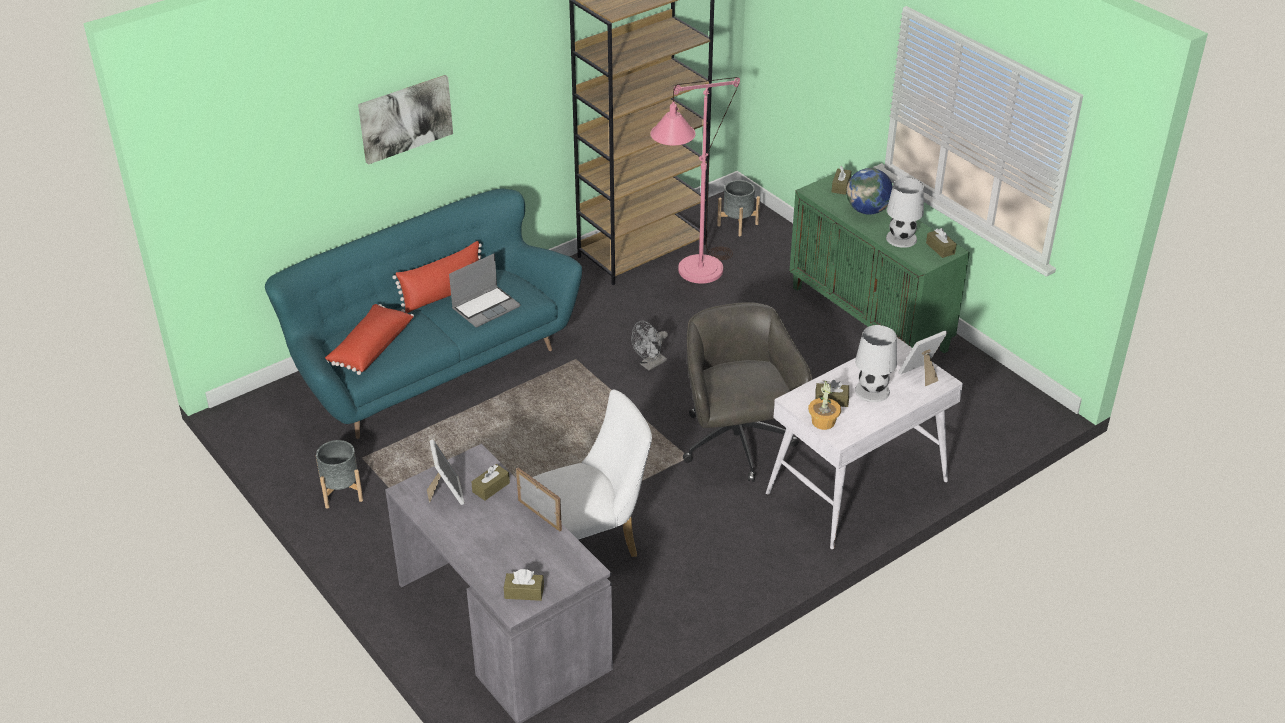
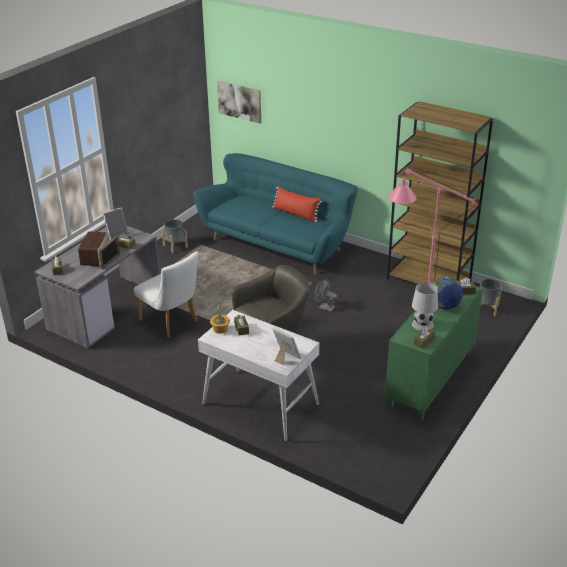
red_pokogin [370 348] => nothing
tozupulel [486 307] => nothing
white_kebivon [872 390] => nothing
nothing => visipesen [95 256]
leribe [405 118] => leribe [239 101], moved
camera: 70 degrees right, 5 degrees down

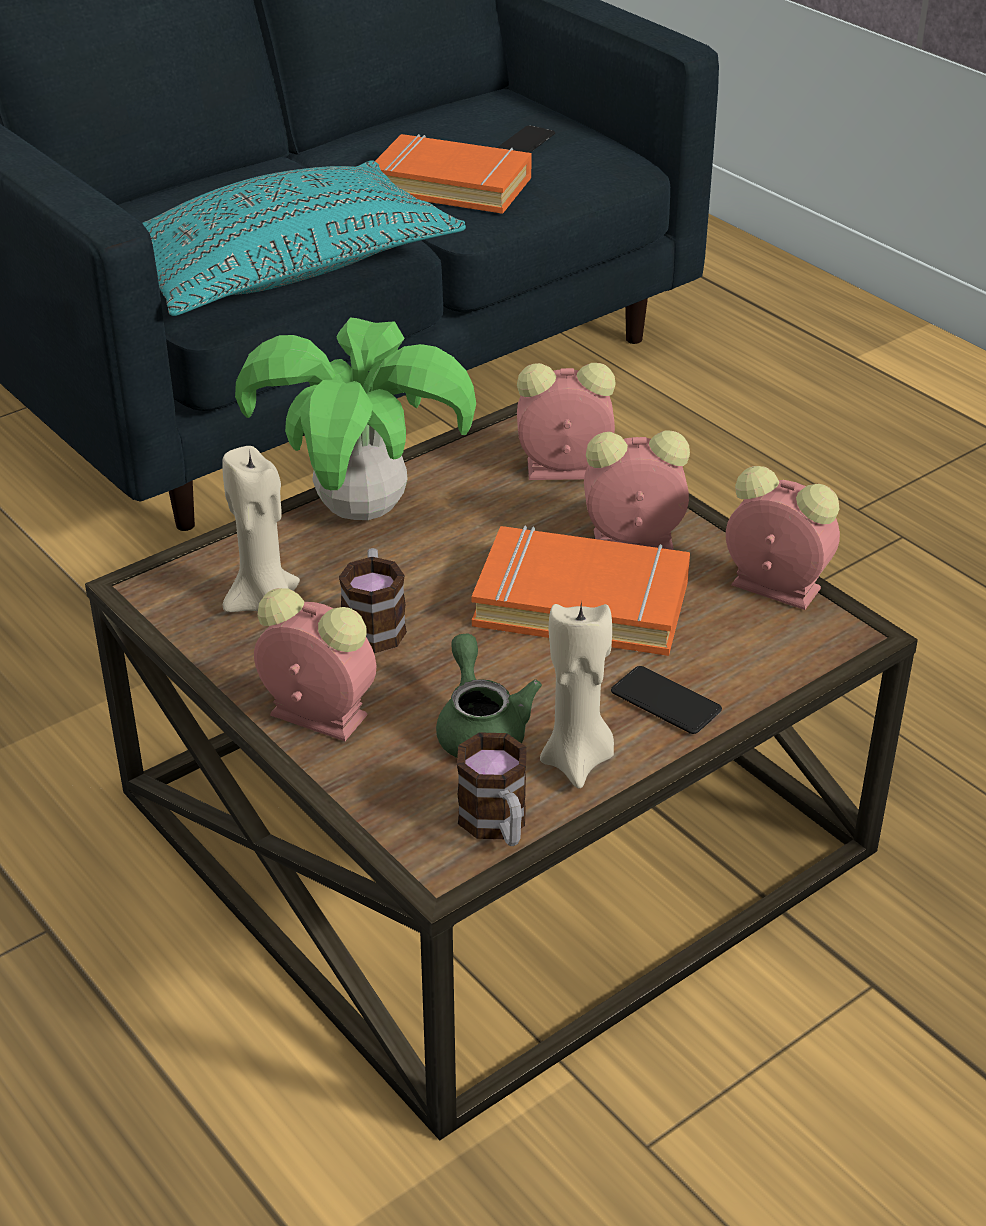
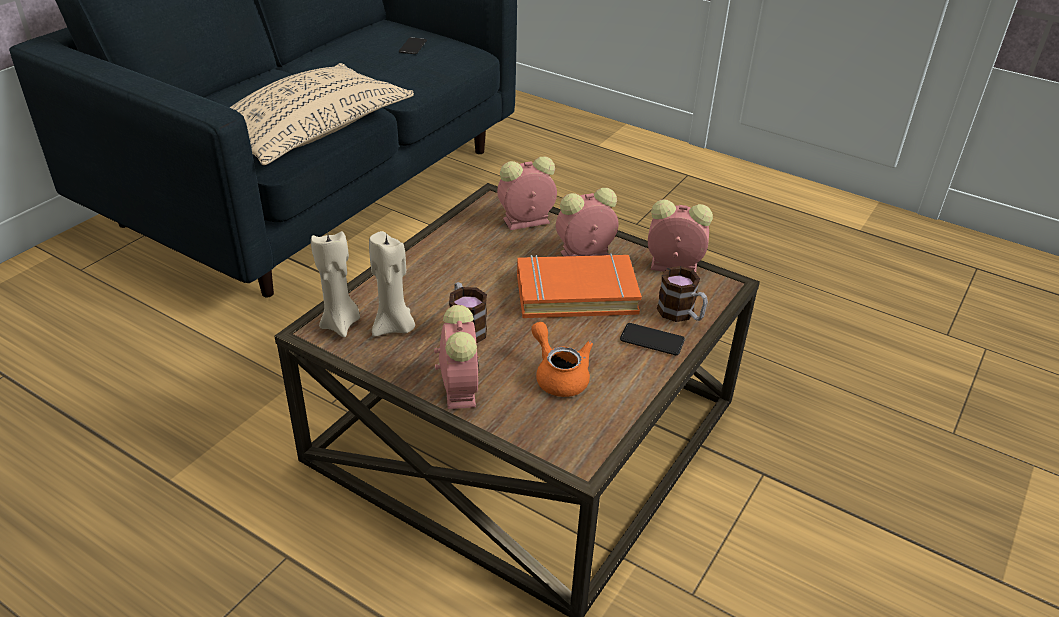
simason [362 509] => nothing
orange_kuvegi [451 185] => nothing
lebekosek [497 826] => lebekosek [681 314], moved
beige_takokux [578 761] => beige_takokux [341 324], moved
turquoise_pokogin [284 272] => beige_pokogin [310 133]
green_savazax [480 728] => orange_savazax [559 375]
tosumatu [314 714] => tosumatu [459 387], 75 degrees clockwise
camera: 20 degrees left, 0 degrees up

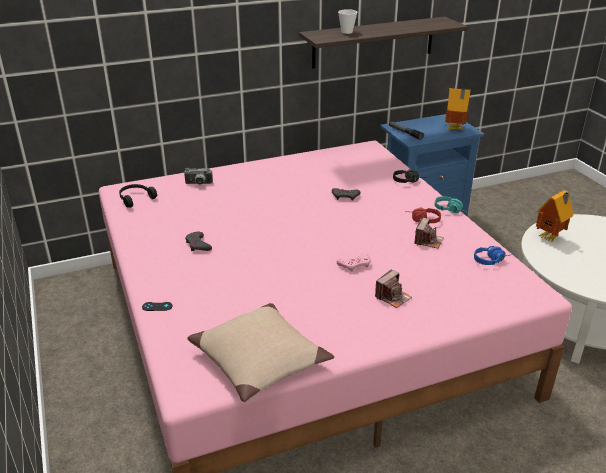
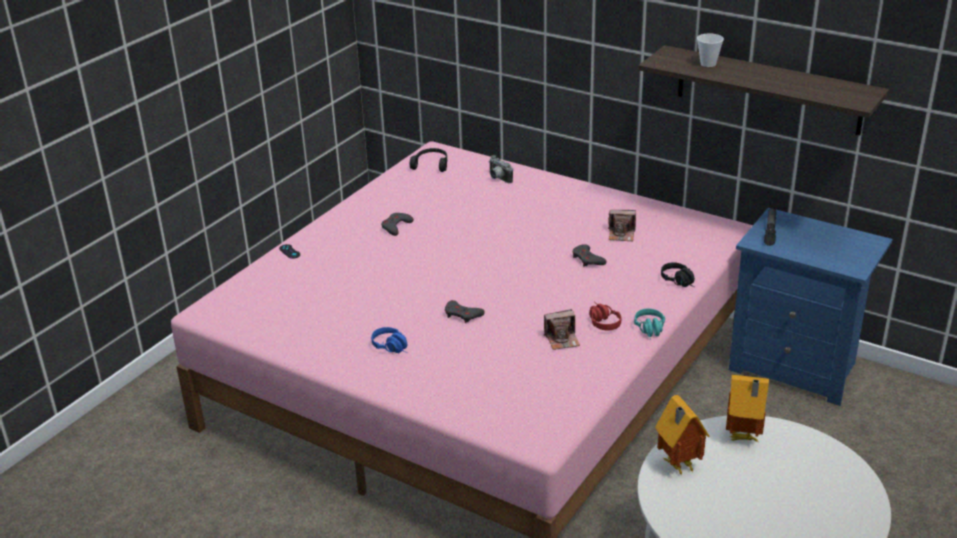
beige_pokogin [260 360] => nothing
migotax [393 297] => migotax [621 234], moved
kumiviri [455 129] => kumiviri [677 466], moved
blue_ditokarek [492 260] => blue_ditokarek [393 348], moved
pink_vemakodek [355 264] => grey_vemakodek [462 315]
camera: 55 degrees right, 0 degrees up

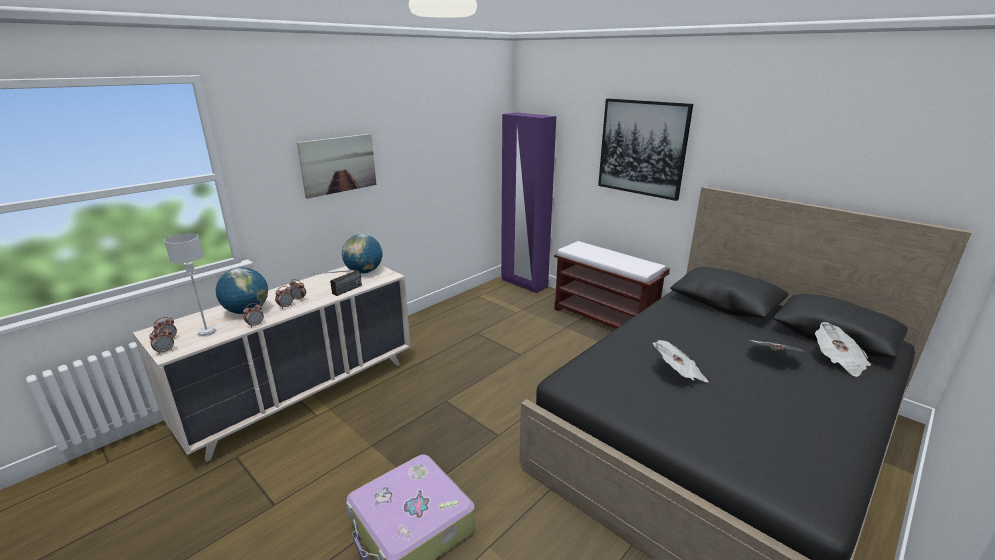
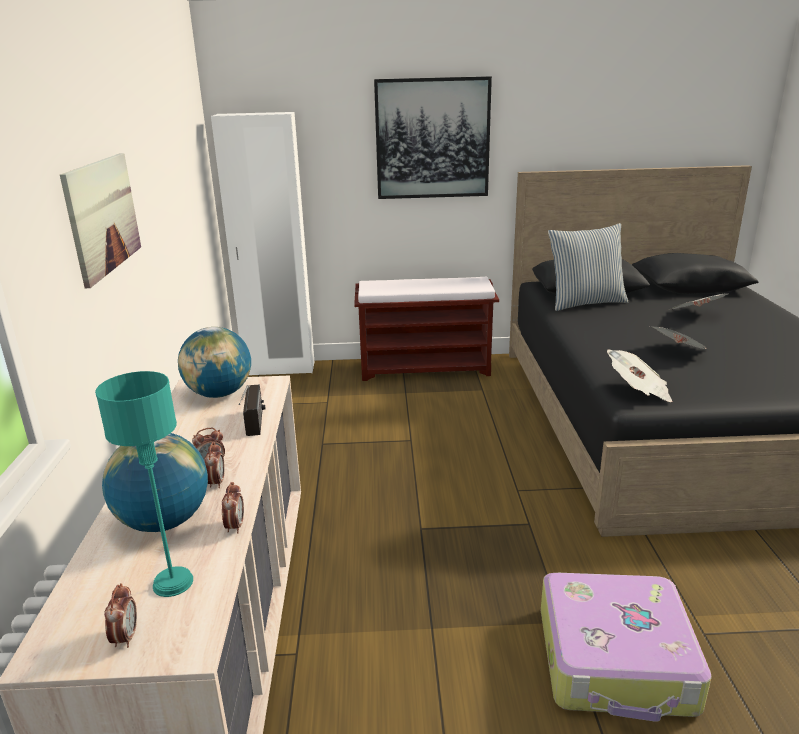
tosumatu [165 351] => nothing
nothing => pokogin [585 303]
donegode [838 361] => donegode [638 391], moved
grey_kebivon [207 332] => turquoise_kebivon [174 582]
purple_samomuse [524 283] => white_samomuse [279 369]
camera: 45 degrees left, 0 degrees up

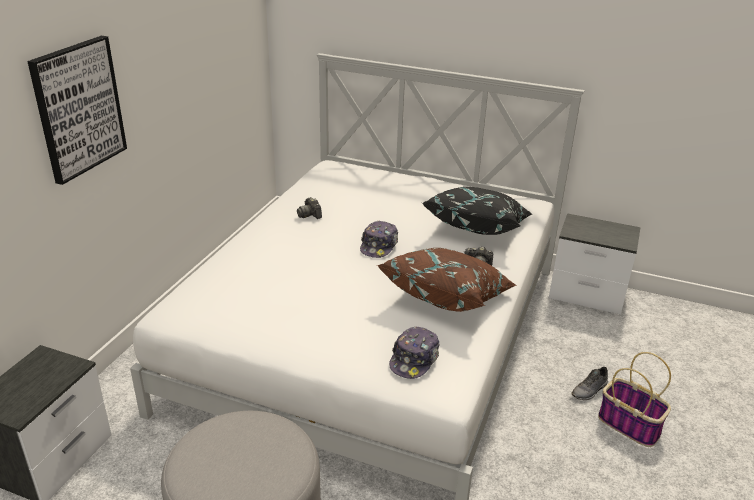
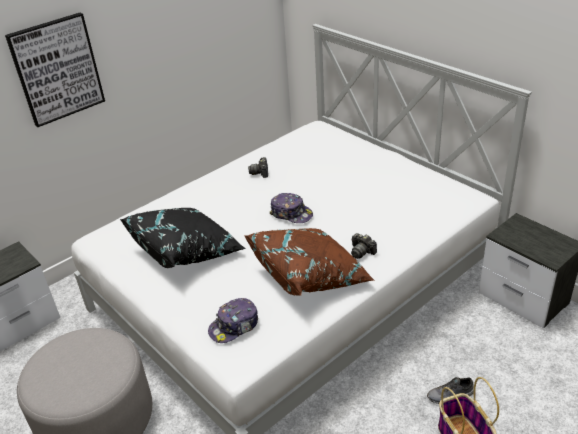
black_pokogin [478 227] => black_pokogin [187 251], moved
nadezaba [379 246] => nadezaba [291 214], 105 degrees counterclockwise
camera: 30 degrees right, 5 degrees up

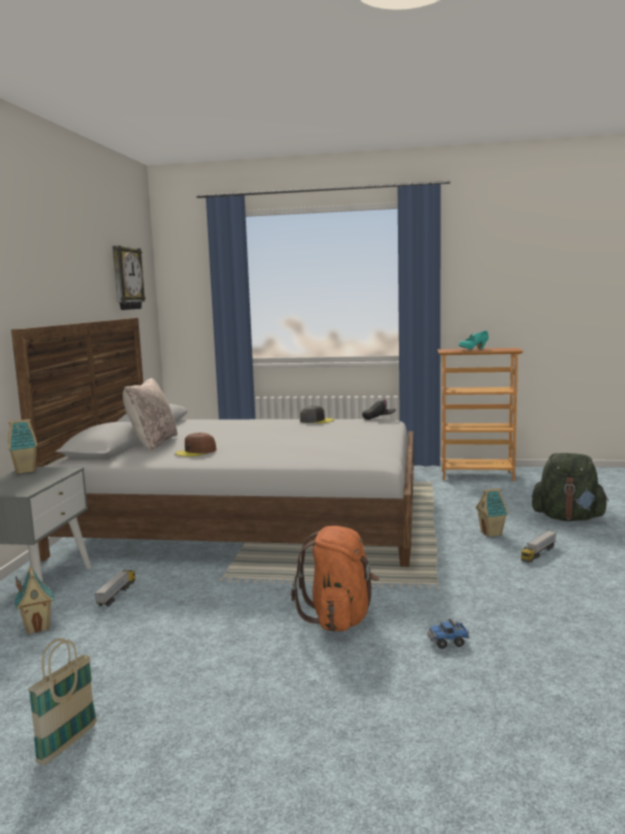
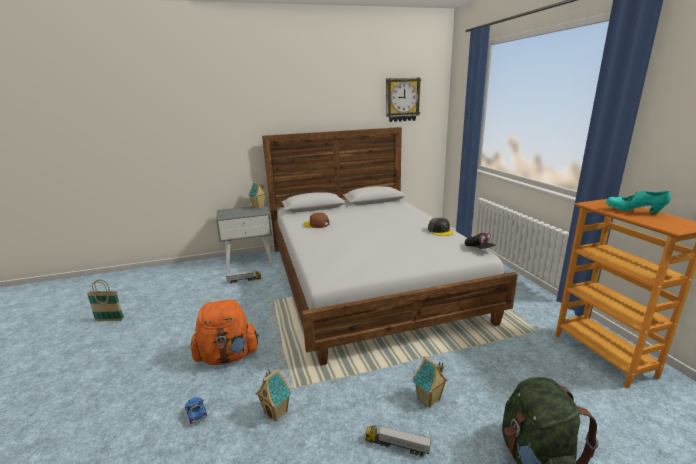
beige_pokogin [152 443] => nothing
kumiviri [38 627] => kumiviri [277 412], moved
camera: 65 degrees right, 10 degrees up

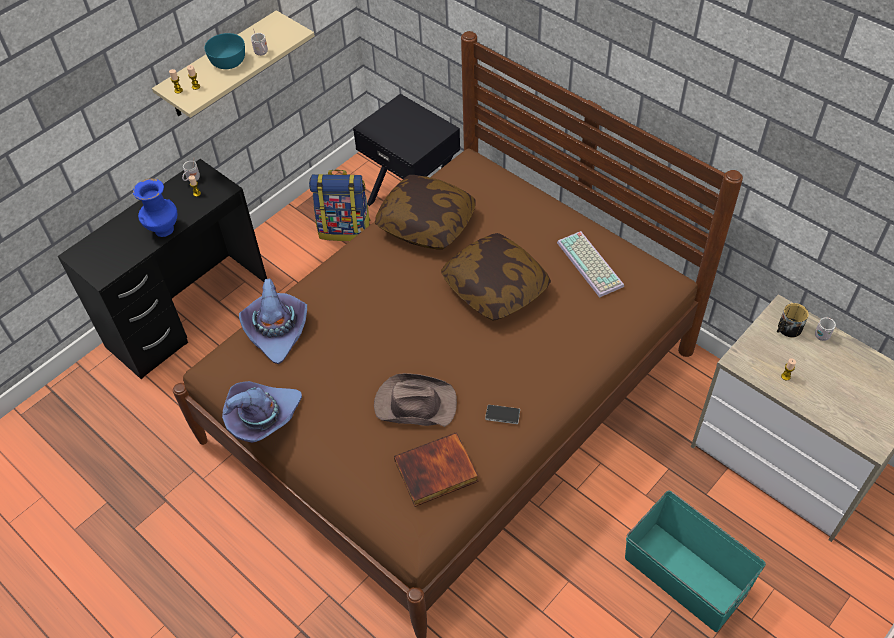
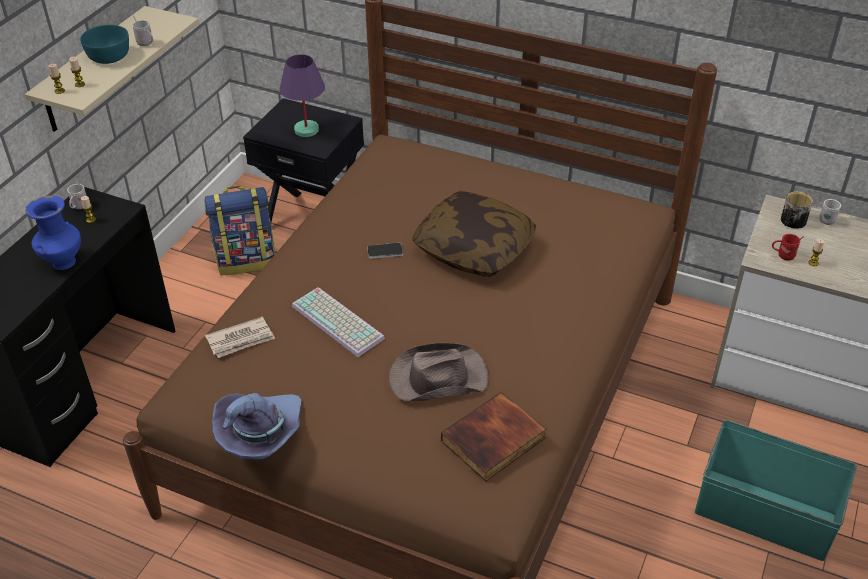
pokogin [426 223] => nothing
nothing => purple_kebivon [307 130]
nothing => red_lebekosek [783 256]
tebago [502 415] => tebago [385 251], moved
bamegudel [591 264] => bamegudel [340 322], moved
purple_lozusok [277 329] => donegode [241 340]
camera: 20 degrees left, 10 degrees down

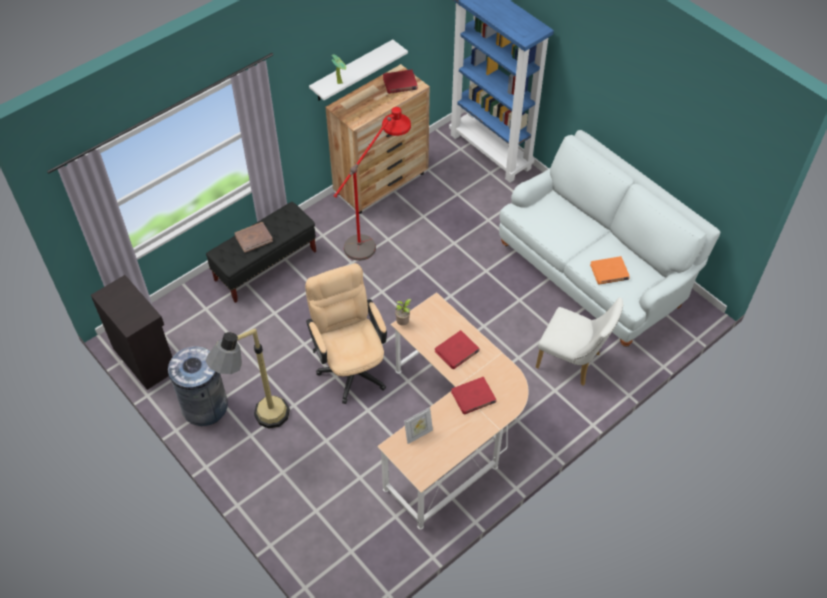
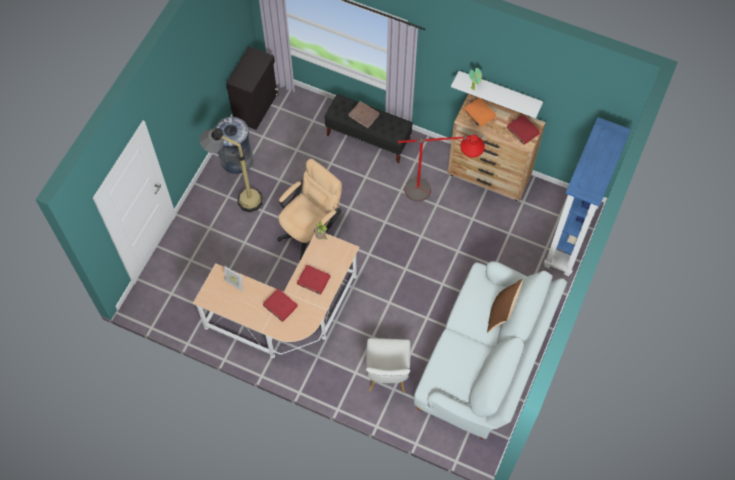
nothing => brown_pokogin [502 314]
orange_kuvegi [609 272] => orange_kuvegi [479 113], moved
camera: 65 degrees right, 10 degrees up

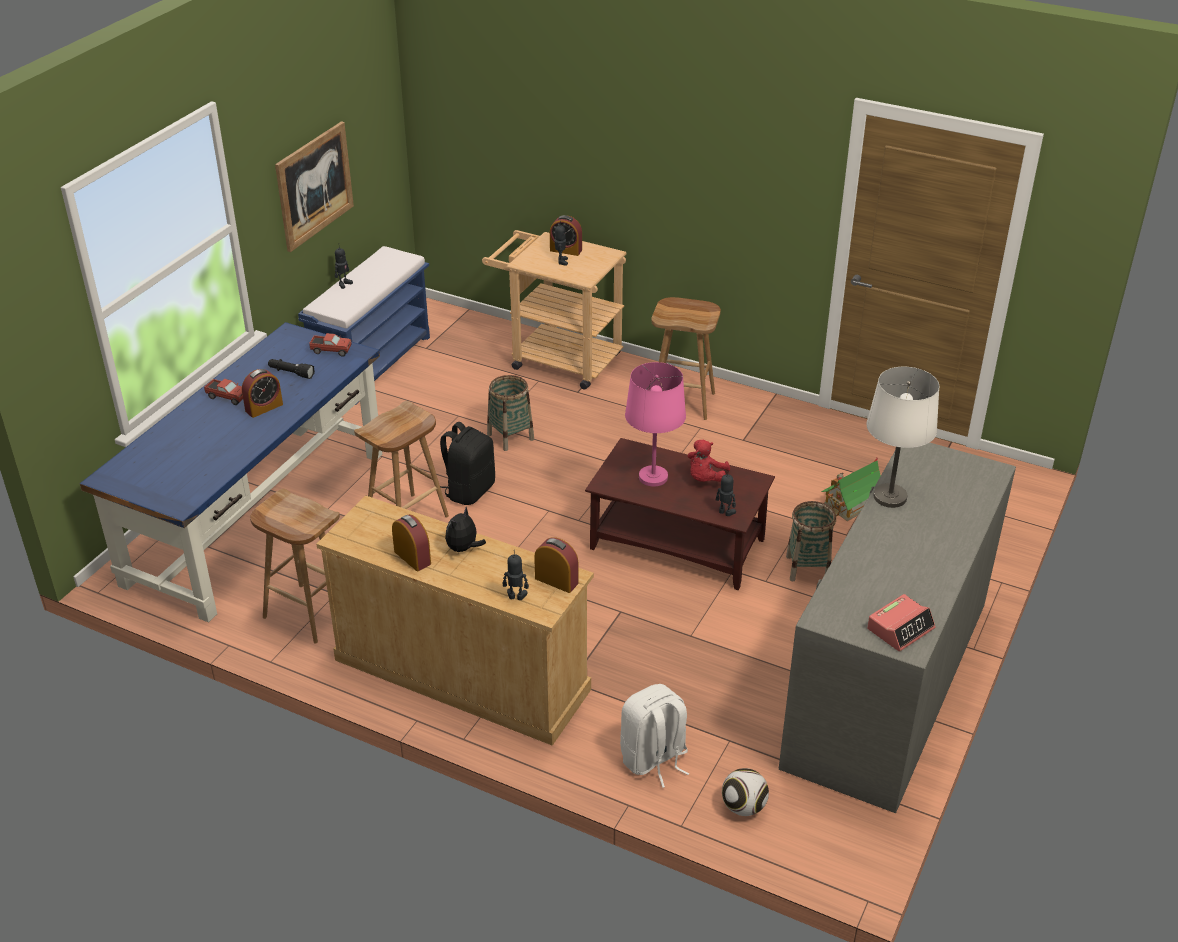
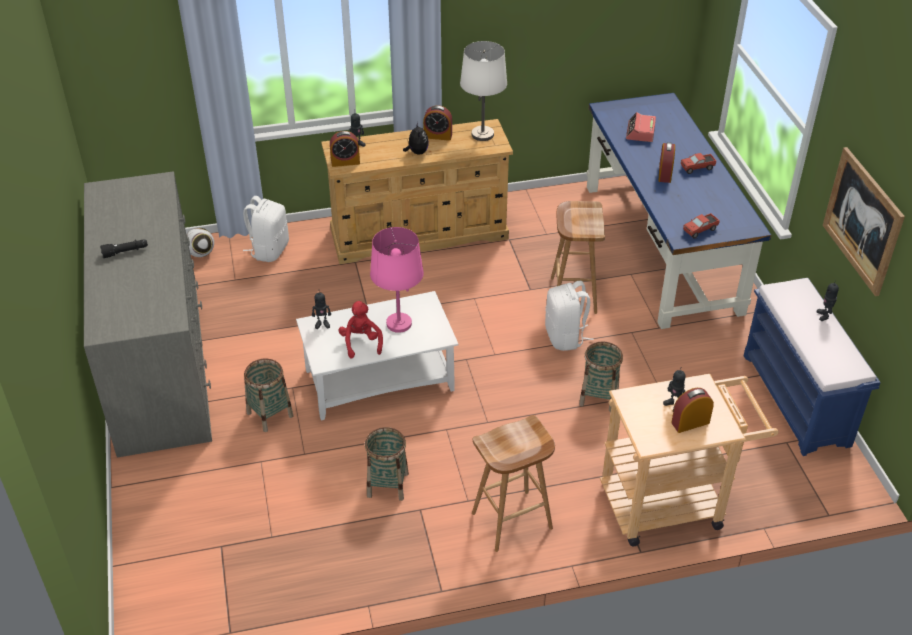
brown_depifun [306 613] => nothing
kumiviri [853 503] => nothing
nothing => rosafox [387 485]
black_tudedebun [291 373] => black_tudedebun [125 252], moved
white_kebivon [890 497] => white_kebivon [482 134], moved
tosumatu [900 628] => tosumatu [640 132], moved
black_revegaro [469 490] => white_revegaro [565 337]
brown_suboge [675 544] => white_suboge [380 379]
camera: 140 degrees right, 5 degrees up

